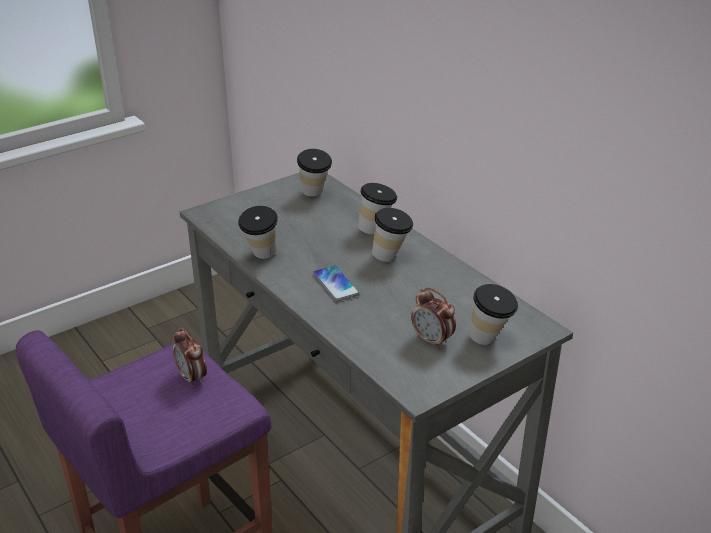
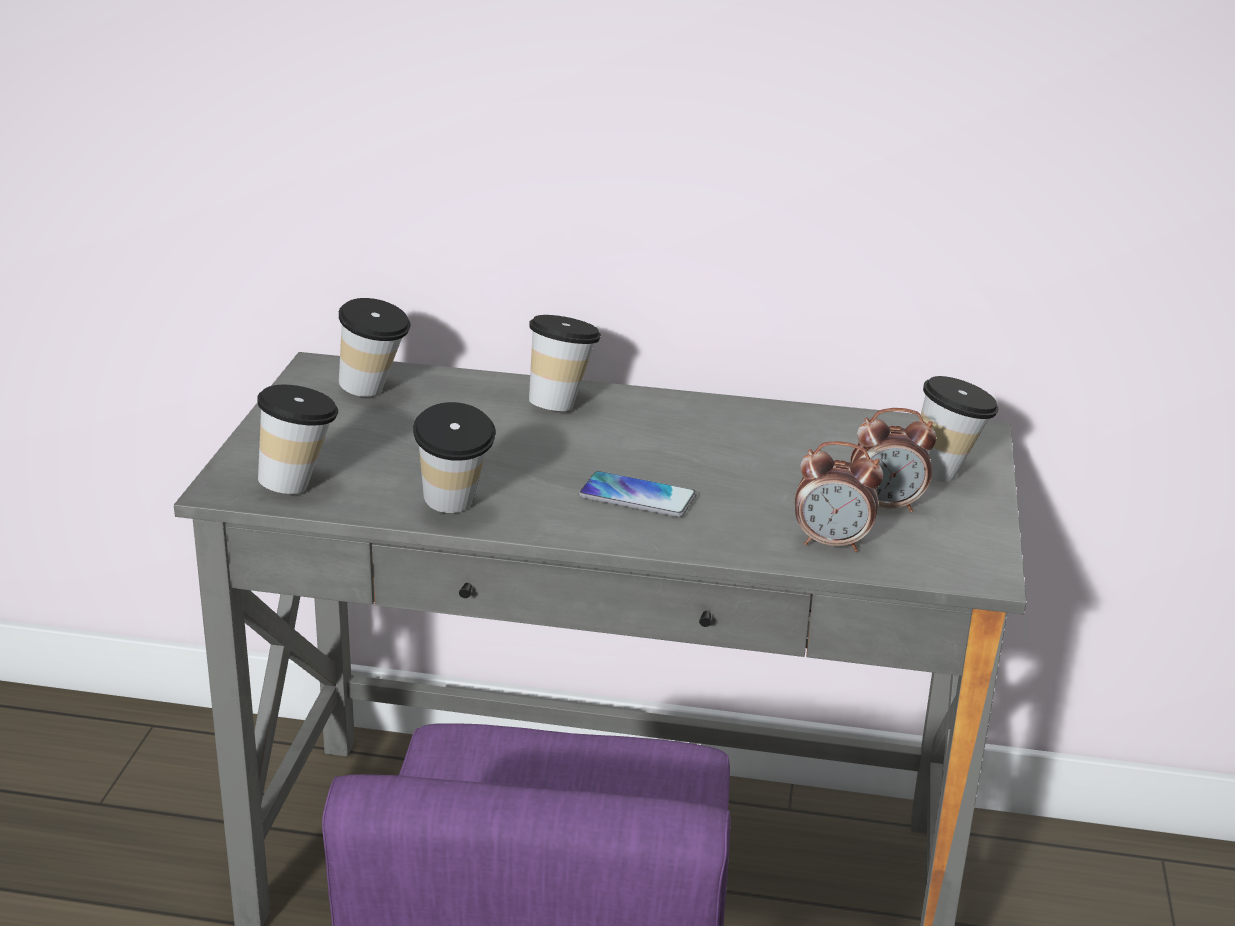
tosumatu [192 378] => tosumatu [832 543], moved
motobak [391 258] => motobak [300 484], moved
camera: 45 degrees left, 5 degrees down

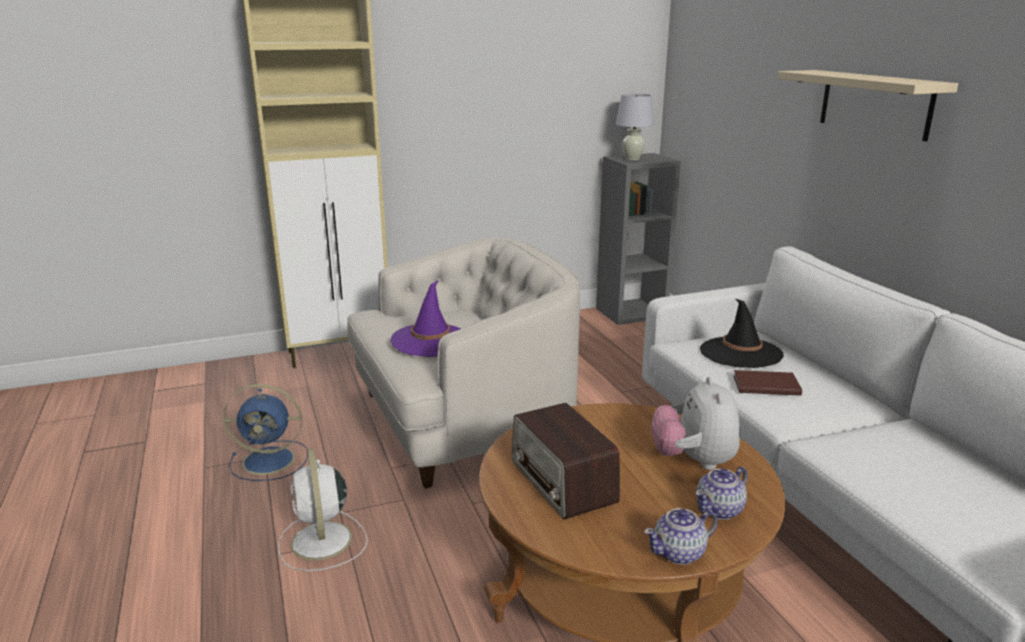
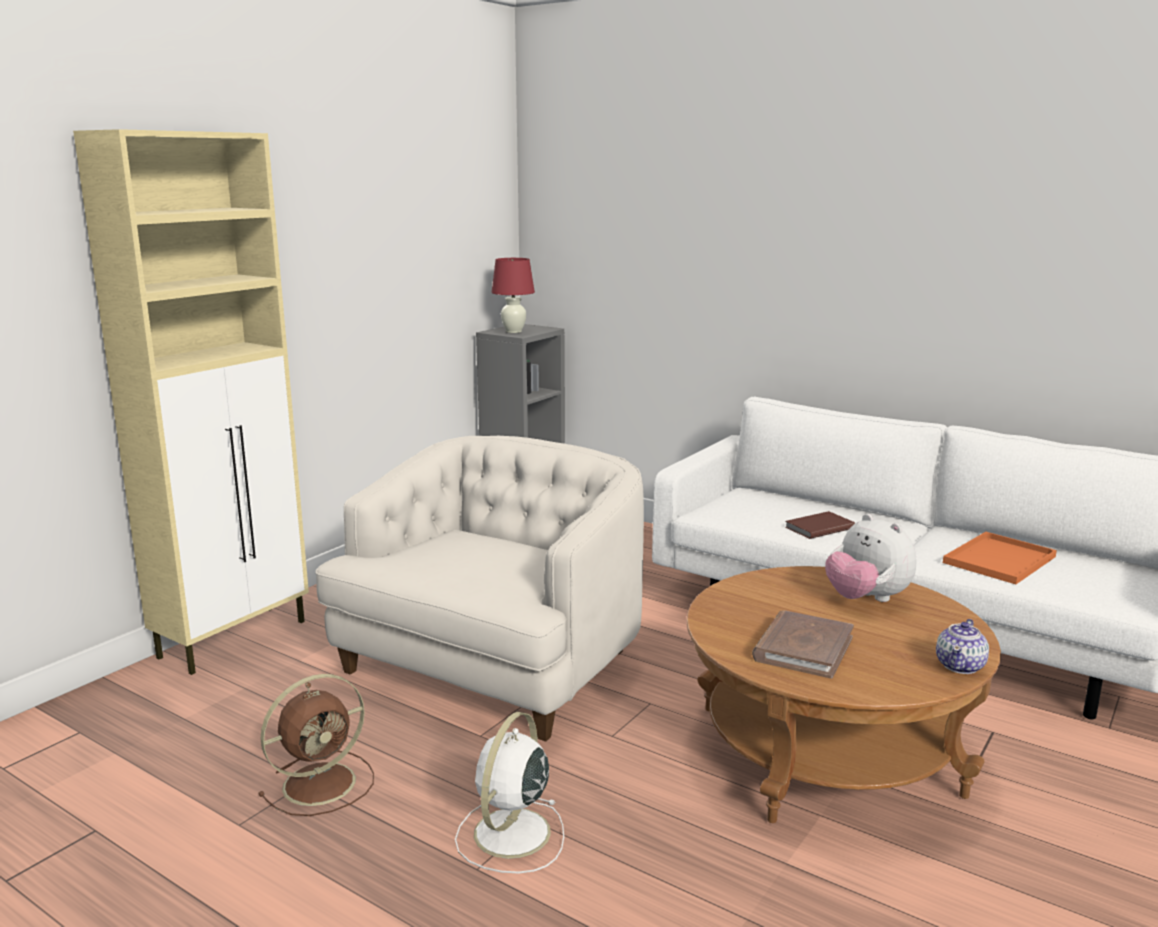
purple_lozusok [431 341] => nothing
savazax [720 509] => nothing
black_lozusok [740 353] => nothing
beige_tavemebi [875 103] => nothing
nothing => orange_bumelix [999 559]
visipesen [563 482] => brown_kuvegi [803 648]
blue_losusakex [271 460] => brown_losusakex [322 782]
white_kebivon [632 159] => red_kebivon [514 331]
white_losusakex [322 542] => white_losusakex [510 835], 75 degrees clockwise
camera: 35 degrees left, 5 degrees down

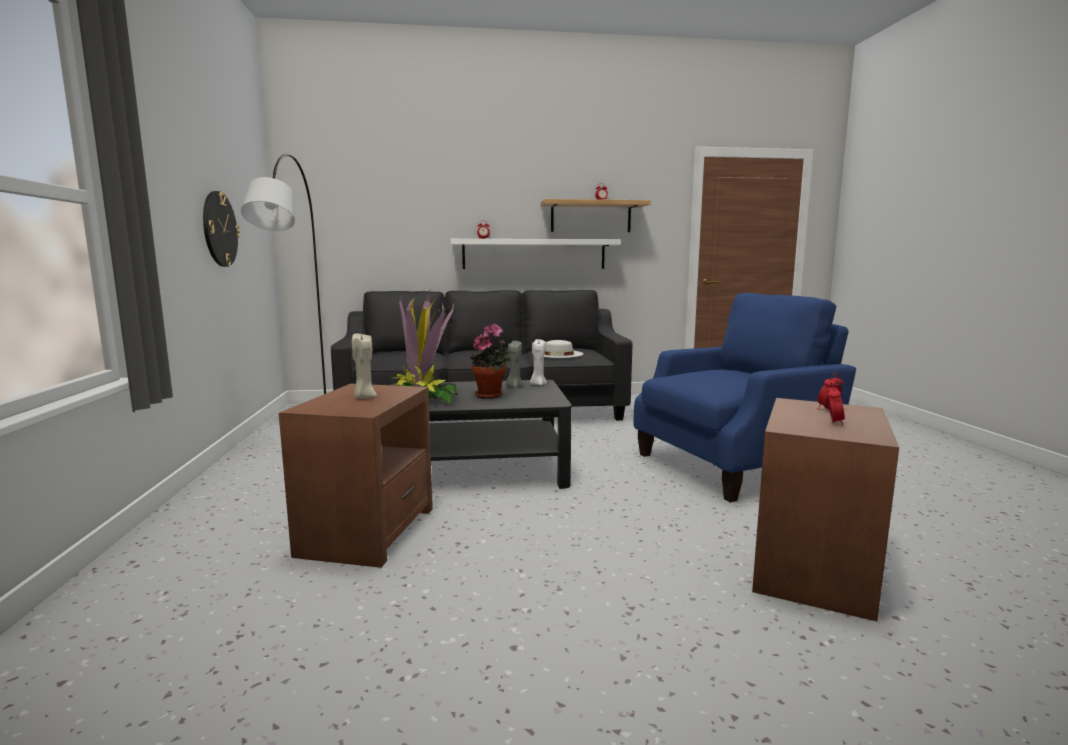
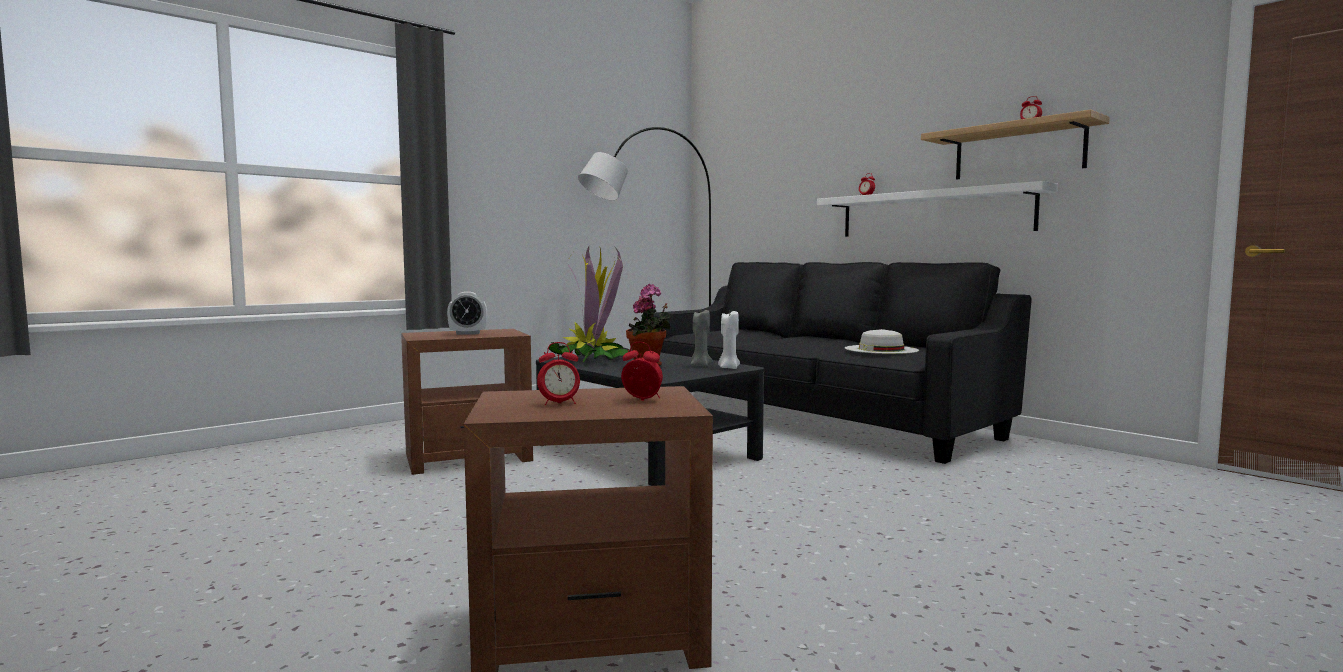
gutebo [219 229] => nothing
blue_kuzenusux [732 466] => nothing
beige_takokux [364 397] => tosumatu [468 333]
camera: 55 degrees right, 5 degrees down

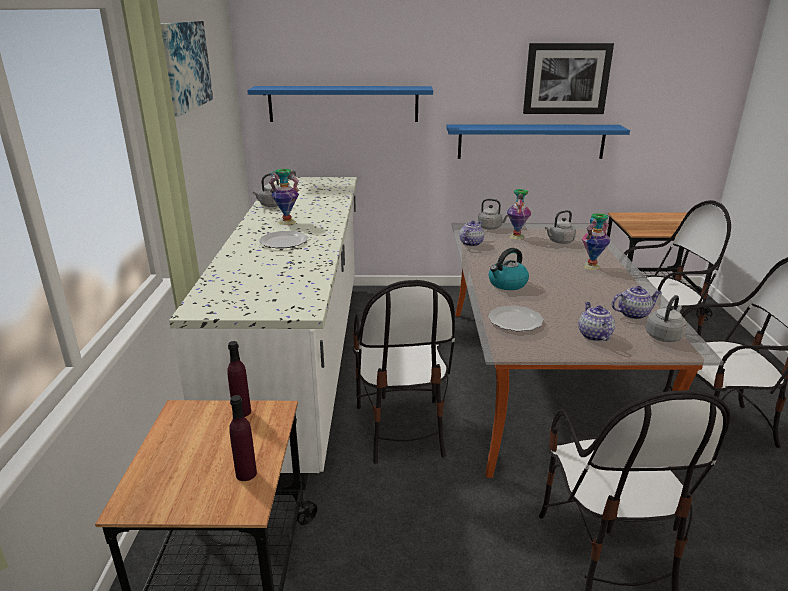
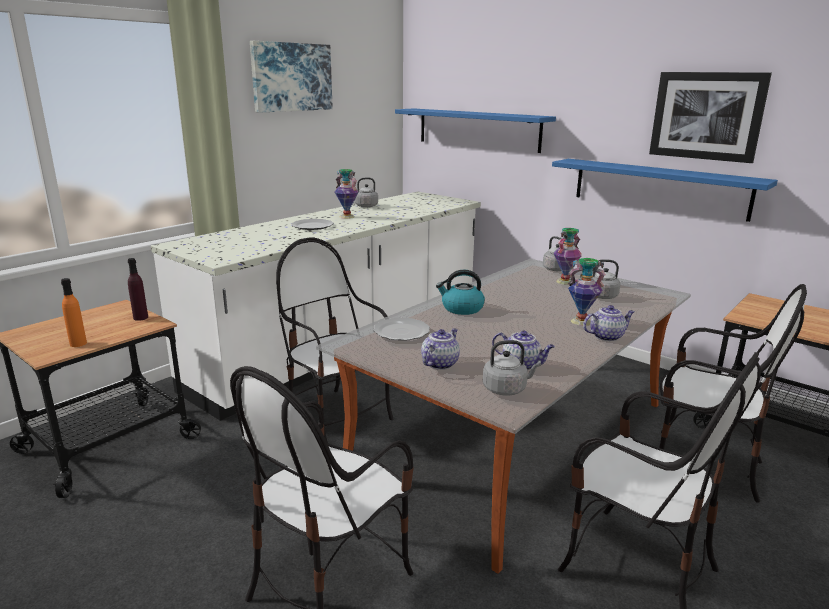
savazax [471 243] => savazax [607 336], moved
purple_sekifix [246 474] => orange_sekifix [78 343]
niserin [401 429] => niserin [337 417], 105 degrees clockwise
camera: 40 degrees right, 5 degrees down

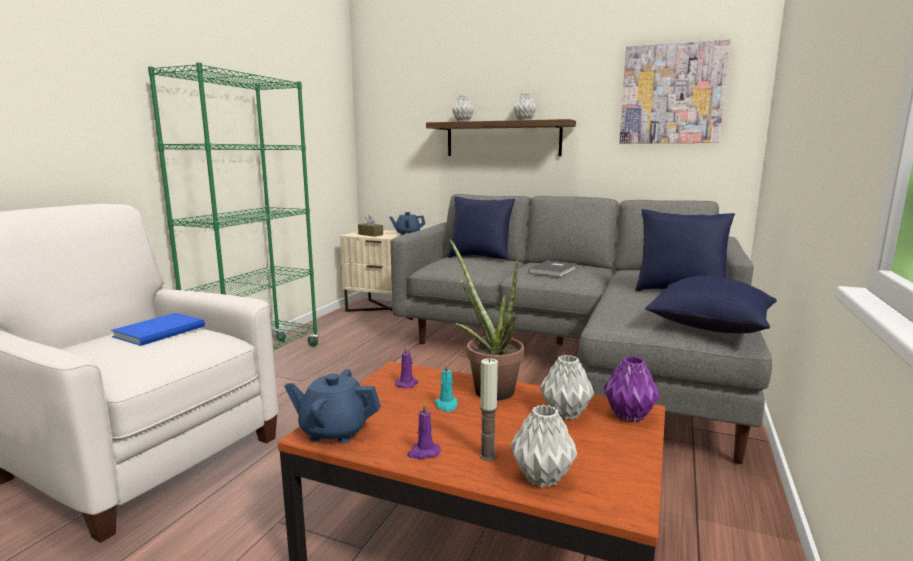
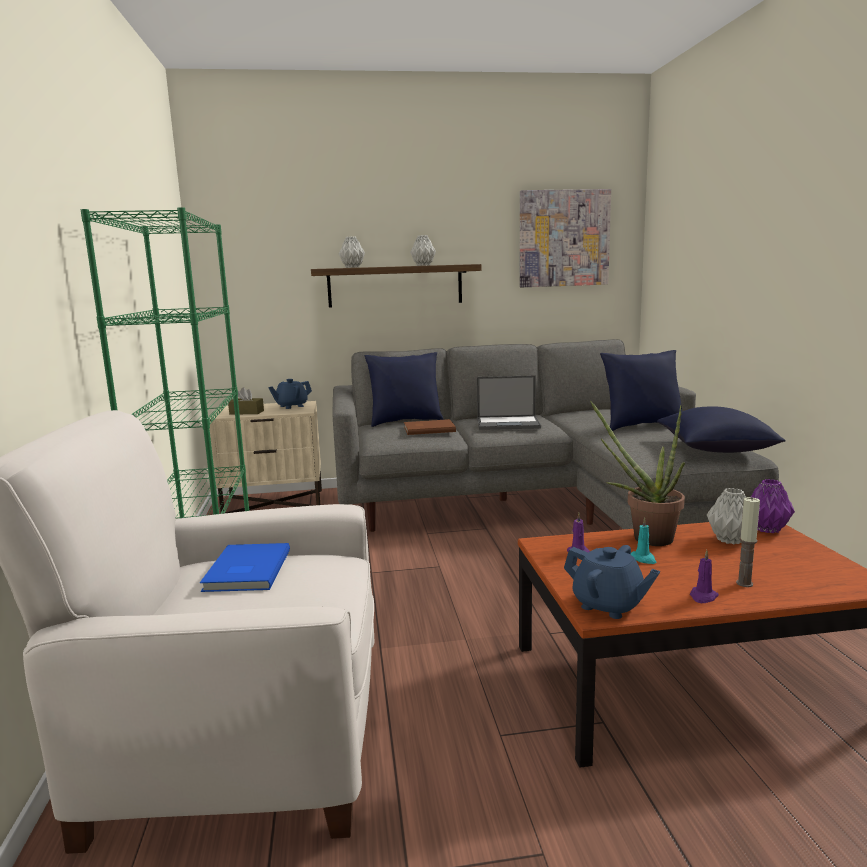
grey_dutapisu [541 478] => nothing
nothing => brown_kuvegi [428 429]
grey_kuvegi [554 270] => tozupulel [509 423]
blue_savazax [334 431] => blue_savazax [608 605], 120 degrees counterclockwise
camera: 30 degrees left, 0 degrees up

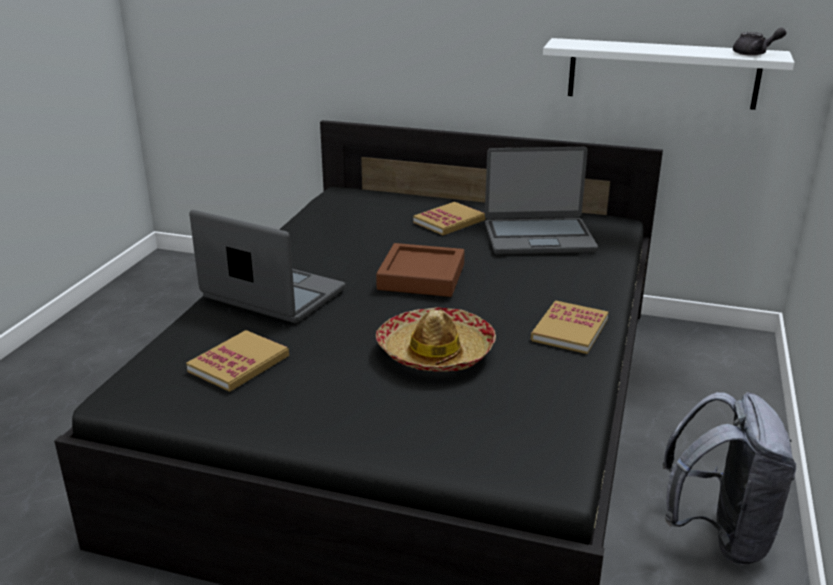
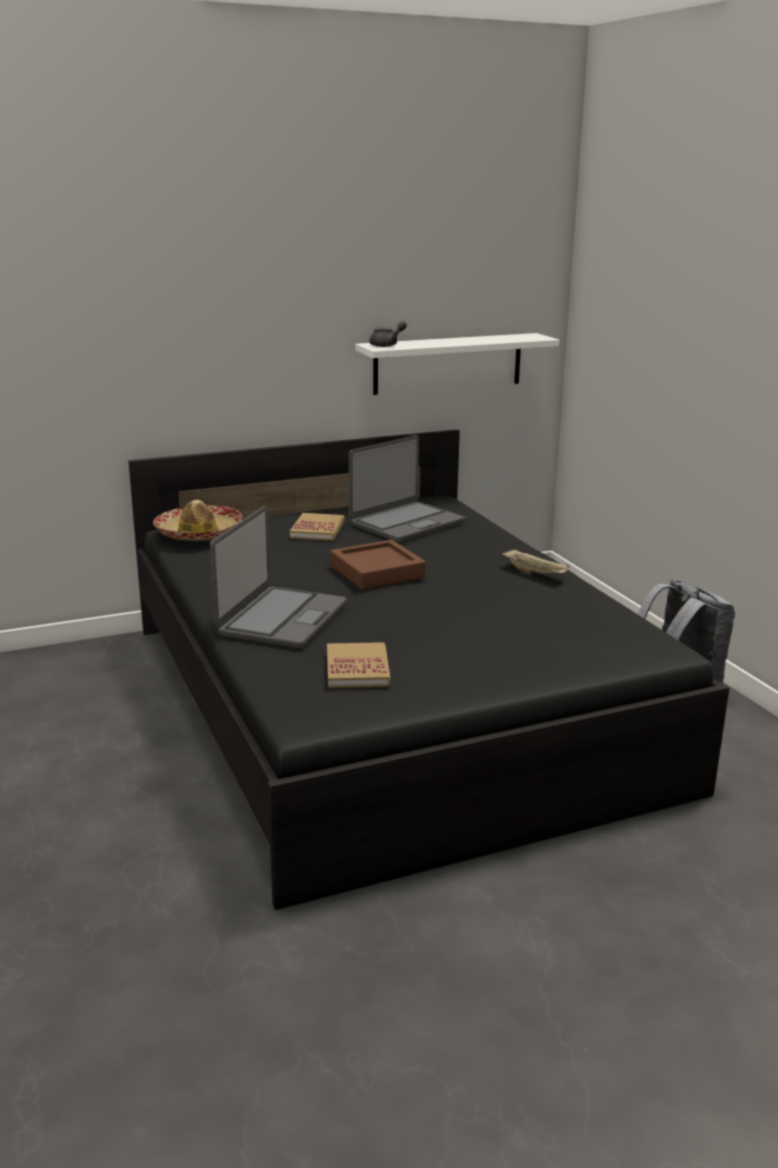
lozusok [436 352] => lozusok [198 533], moved
grey_savazax [754 54] => grey_savazax [387 345], moved
kuvegi [569 330] => beige_bumelix [535 573]
tozupulel [272 294] => tozupulel [281 619], 120 degrees clockwise
camera: 40 degrees left, 5 degrees down

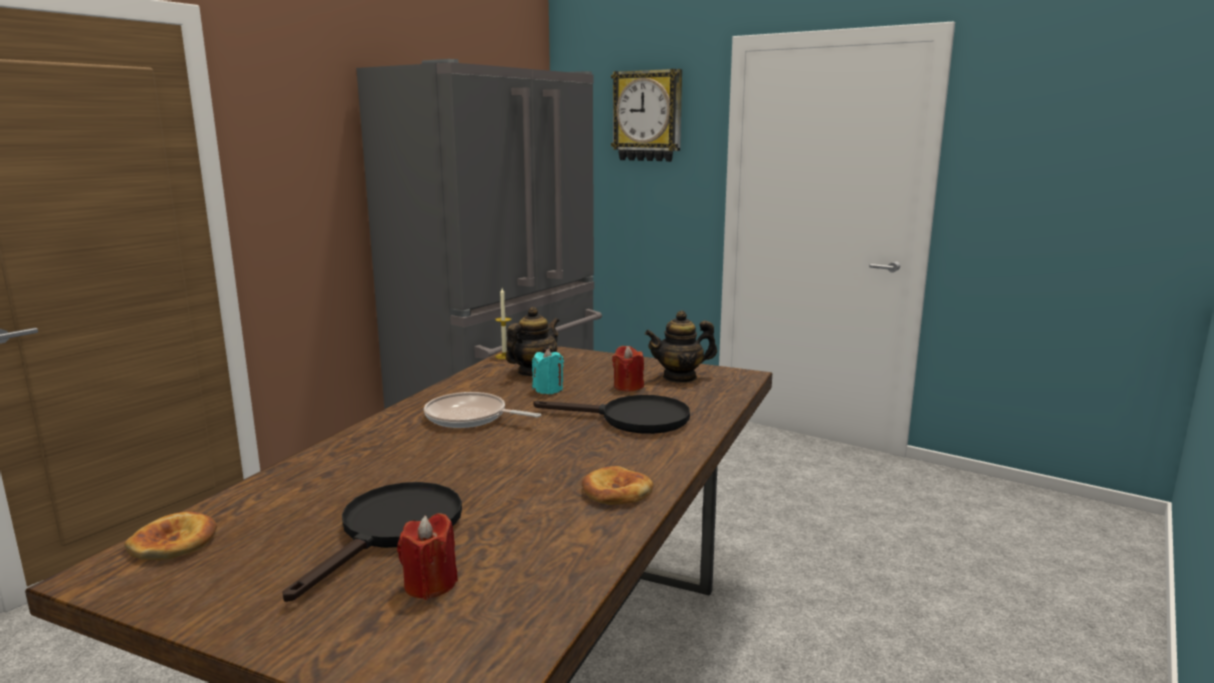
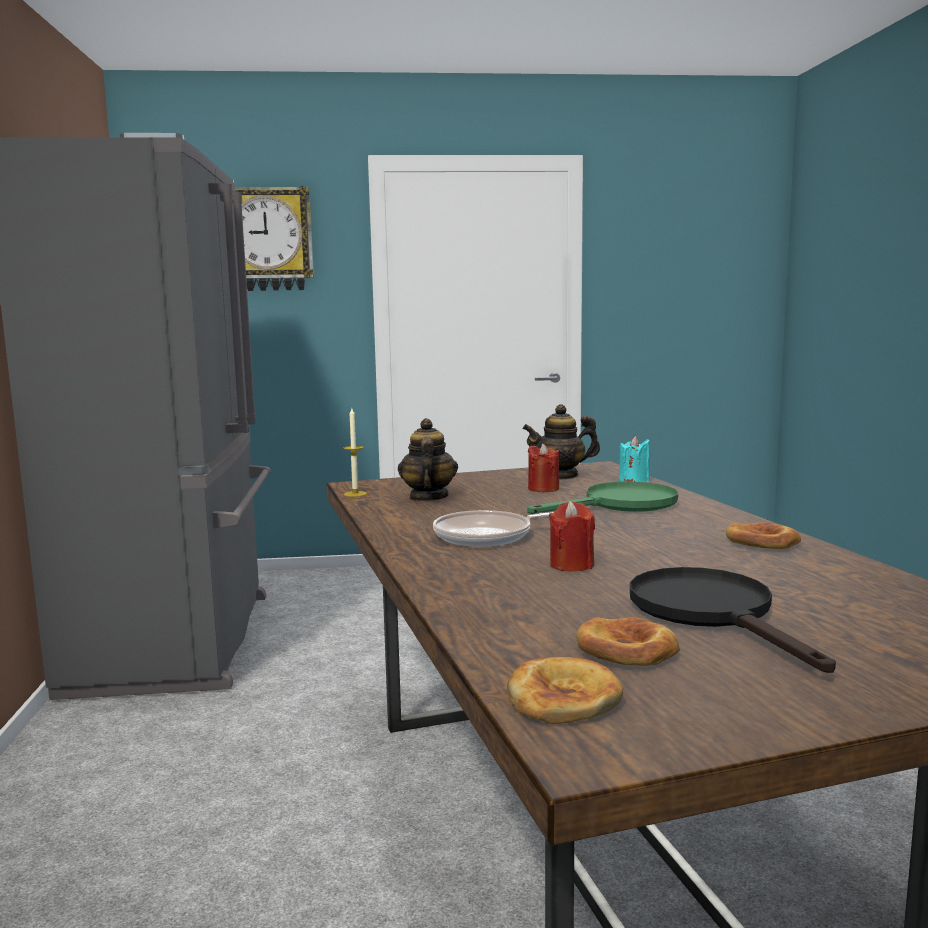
nothing => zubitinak [627 649]
red_takokux [430 584] => red_takokux [571 565], moved
turquoise_takokux [548 390] => turquoise_takokux [634 480], moved
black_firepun [632 419] => green_firepun [620 504]
savazax [680 377] => savazax [561 476], 45 degrees clockwise
camera: 40 degrees left, 5 degrees down

